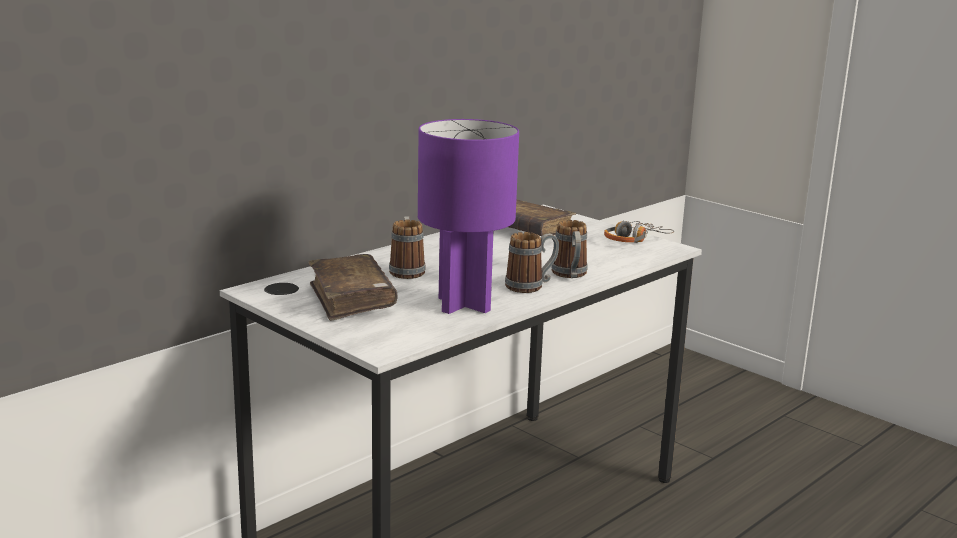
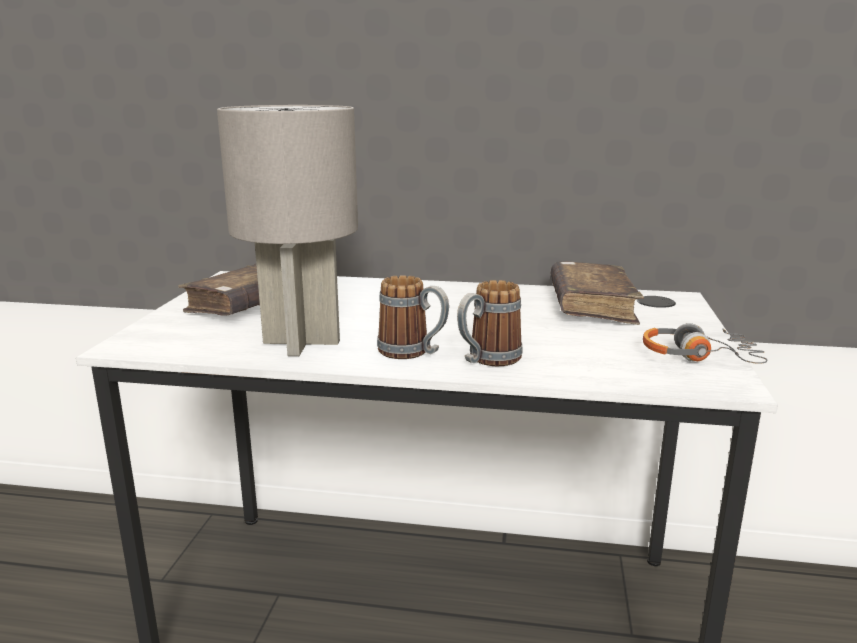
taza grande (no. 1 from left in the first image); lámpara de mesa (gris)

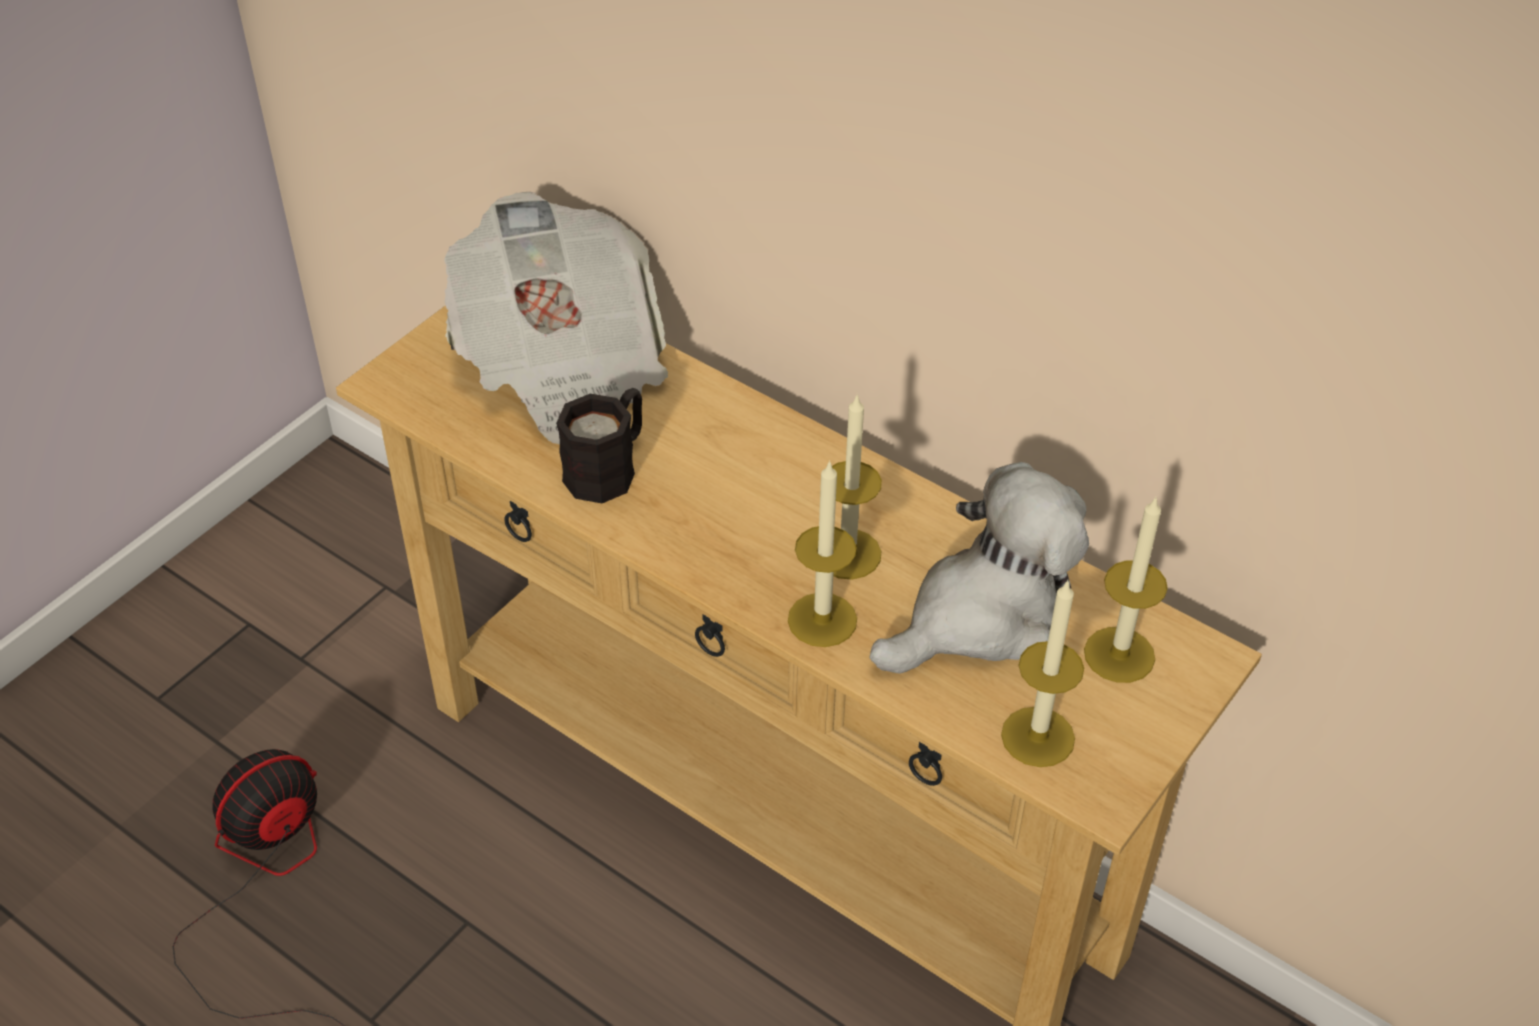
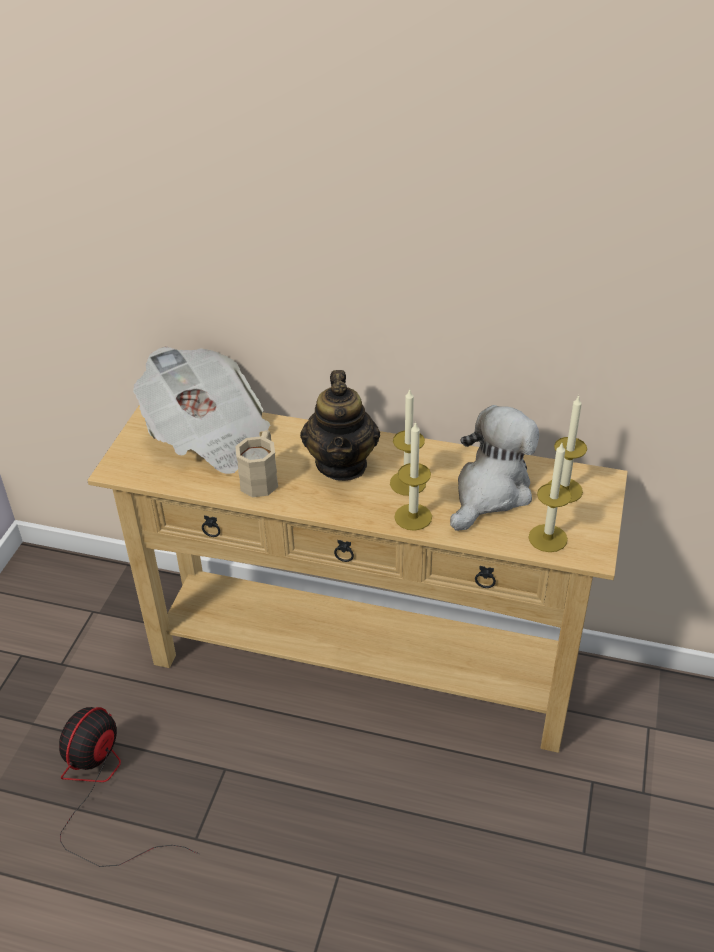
taza grande (beis); tetera

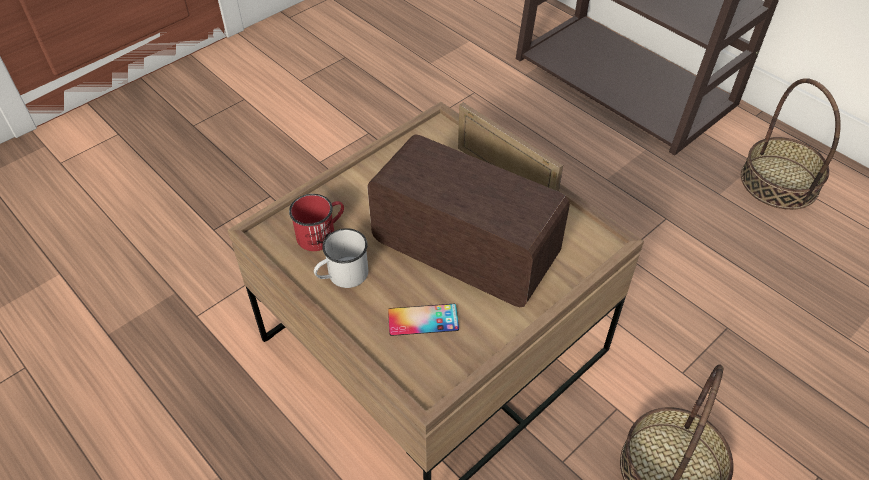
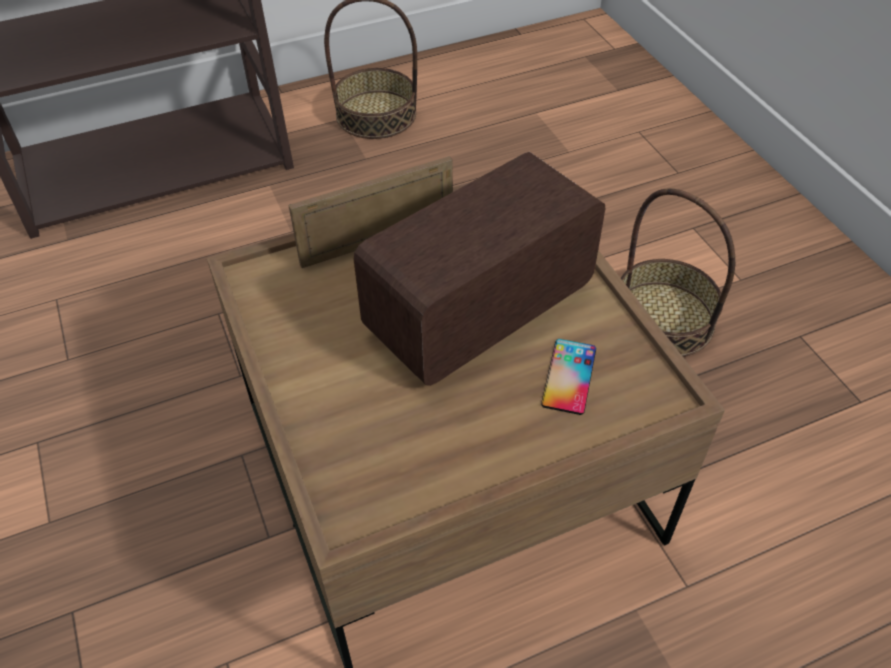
taza grande (rojo); taza grande (blanco)

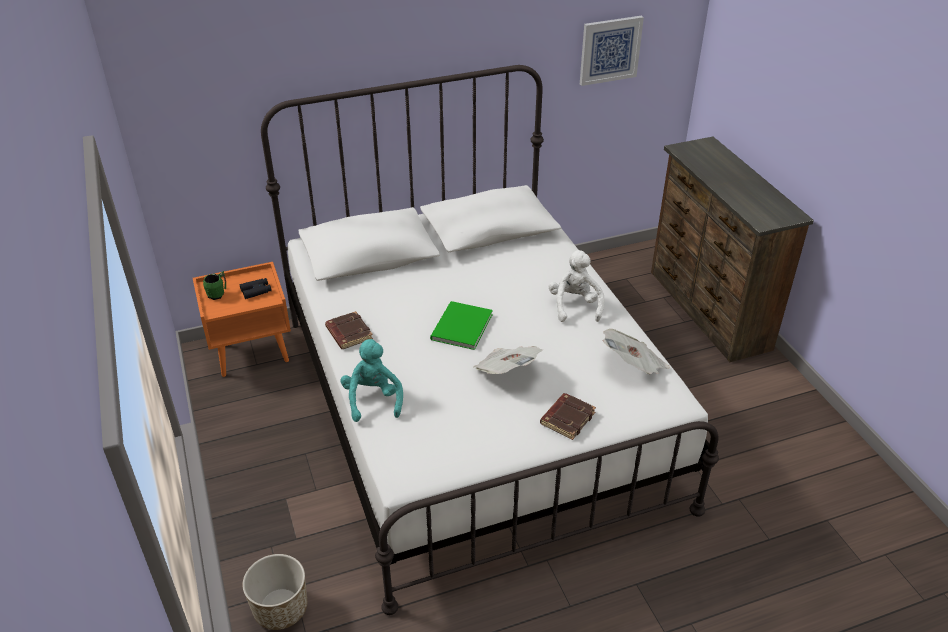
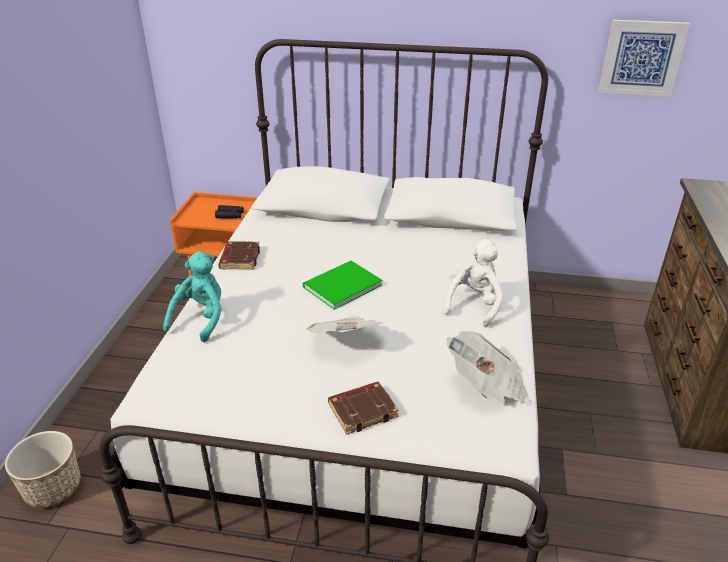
taza grande (verde)

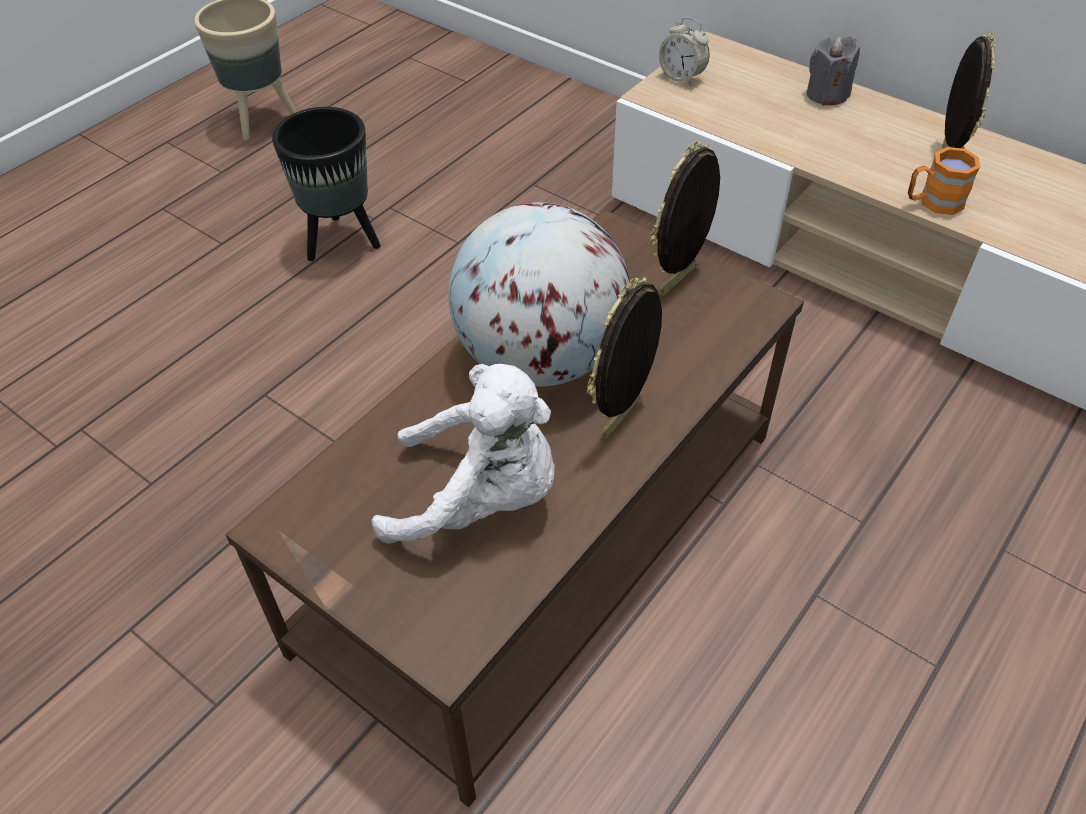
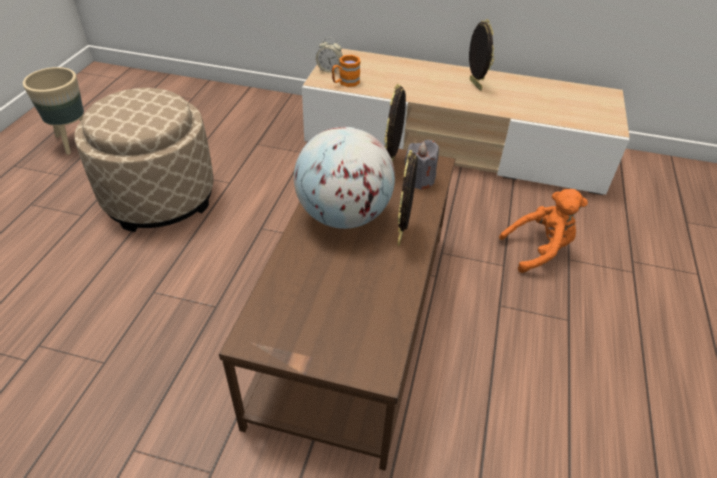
puf (beis); peluche (blanco); vela (gris); taza grande (naranja); peluche (naranja)

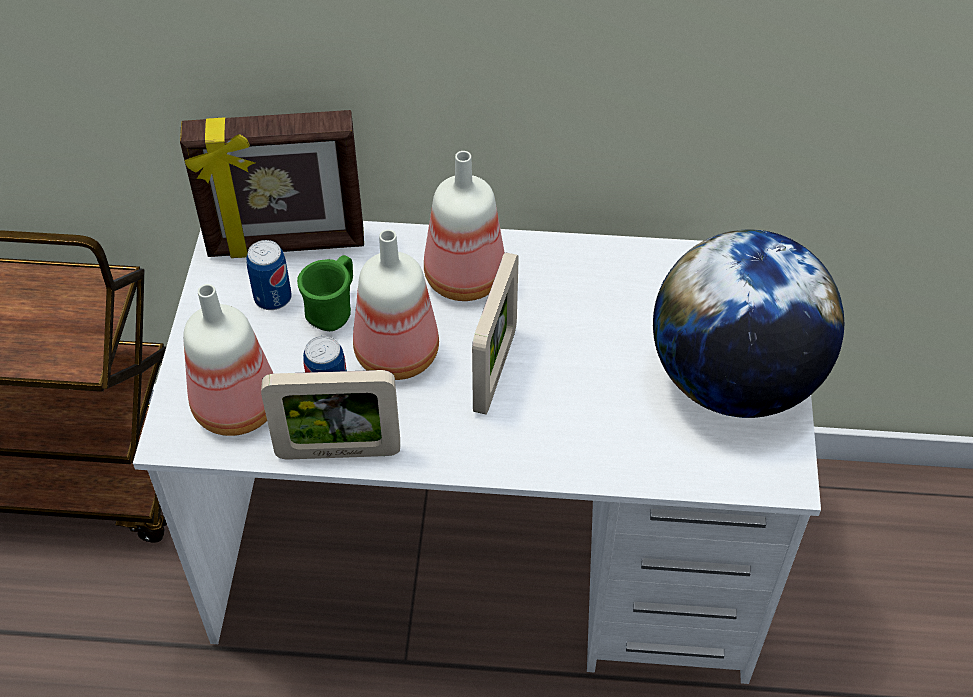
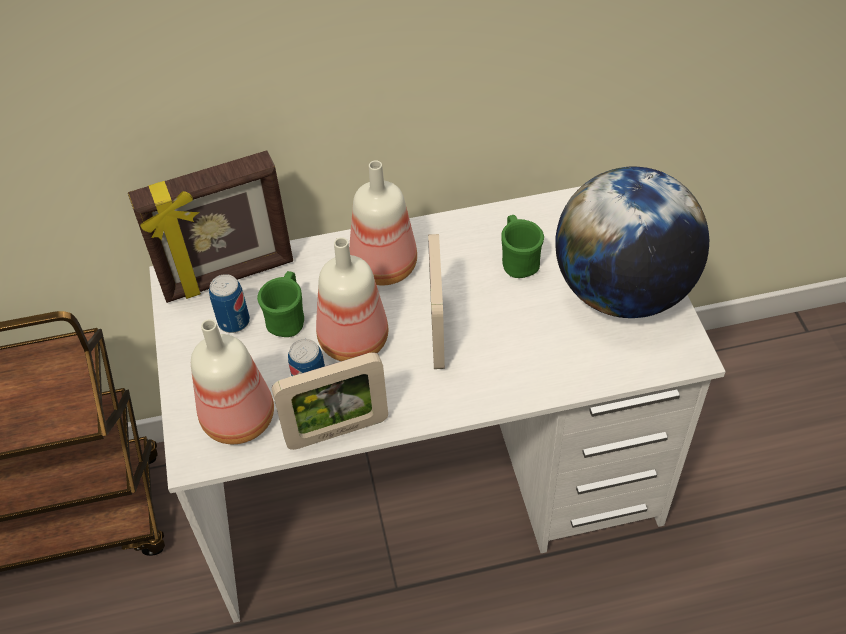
taza grande (verde) (no. 2 from left)

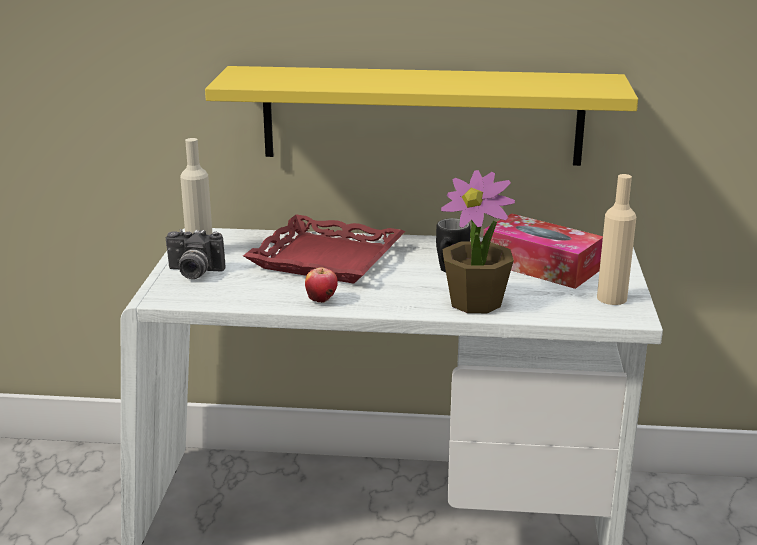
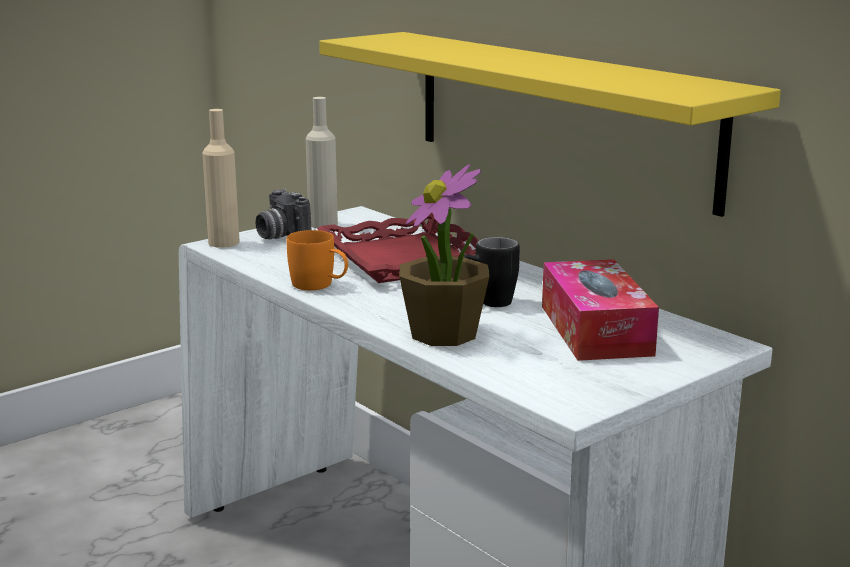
taza grande (naranja); botella (beis) (no. 1 from left)

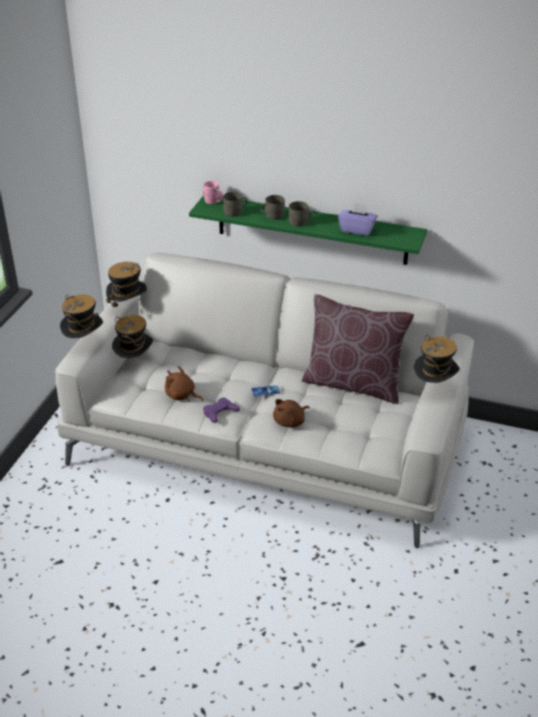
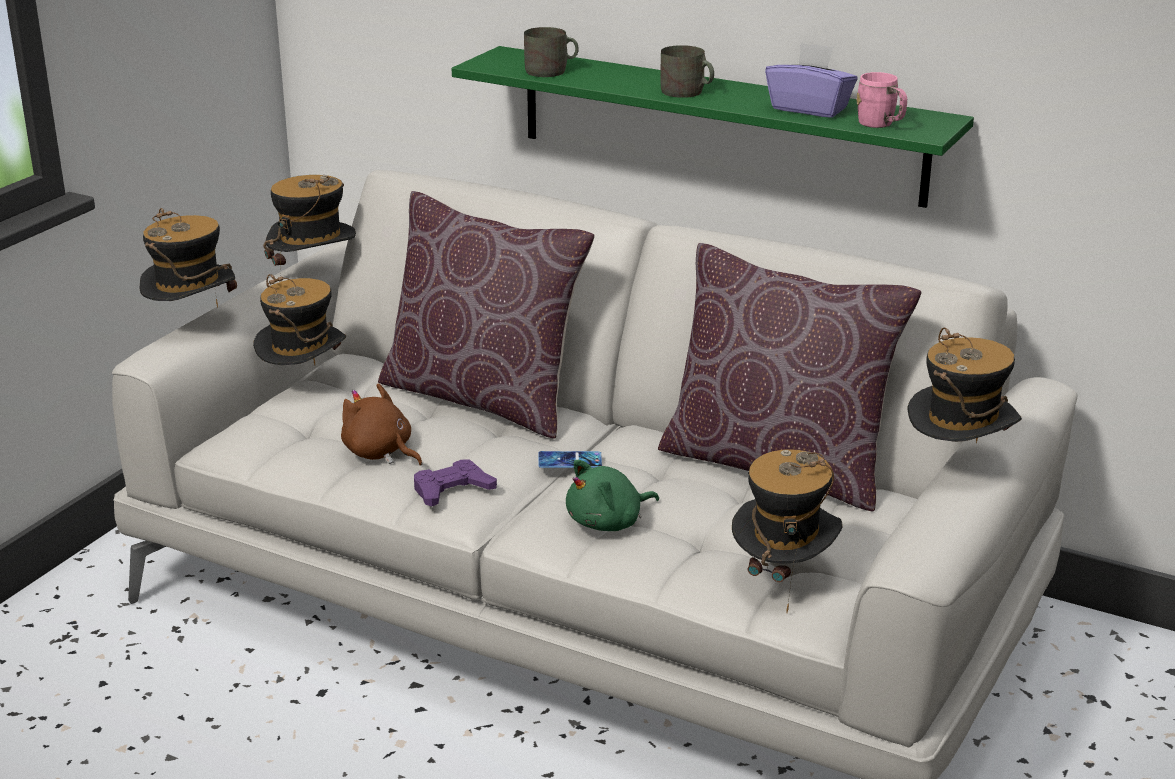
taza grande (rosa); taza grande (gris) (no. 2 from left in the first image); peluche (verde); cojín (marrón) (no. 1 from left); sombrero (no. 4 from left)

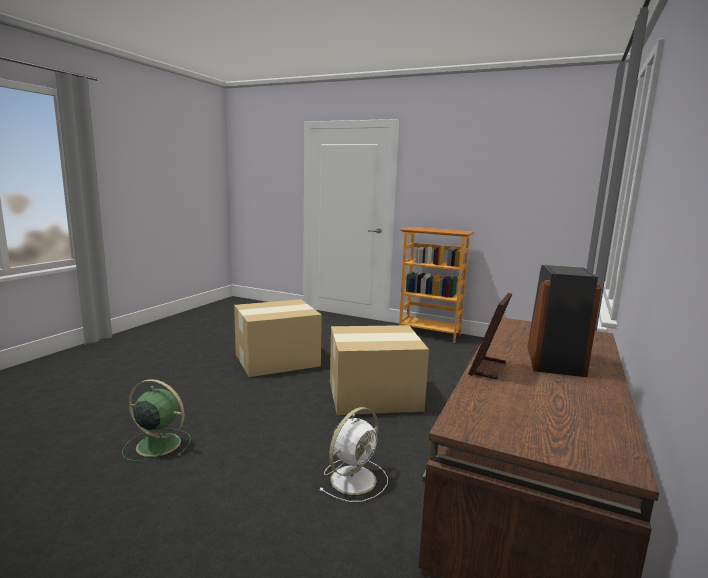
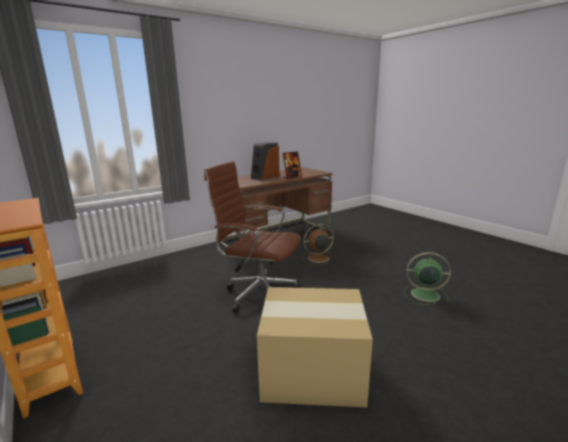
ventilador (verde); ventilador (marrón); silla de oficina (marrón)

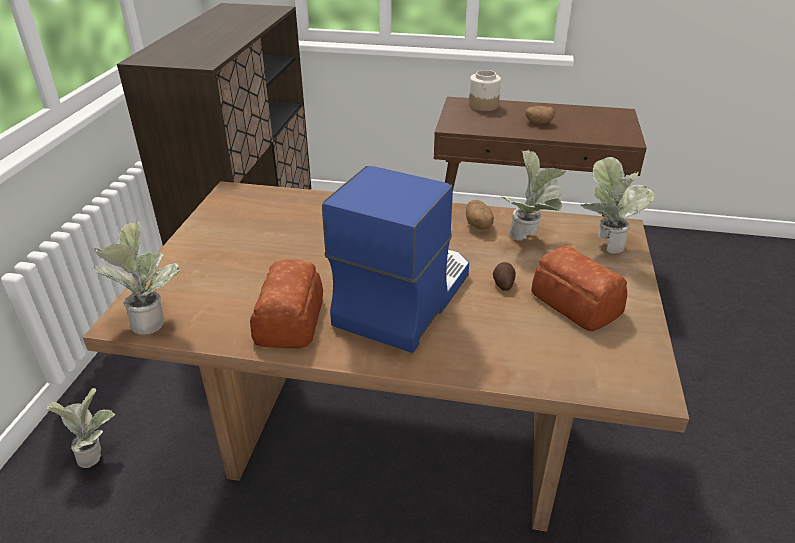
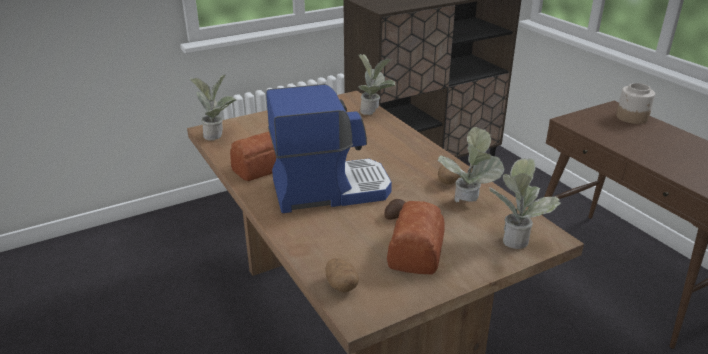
planta en maceta (no. 2 from left); patata (no. 1 from left)

